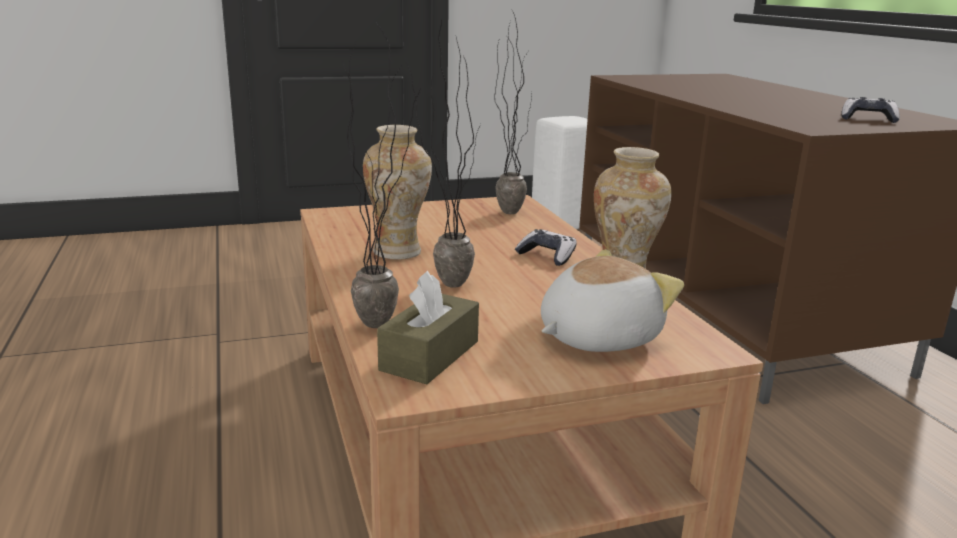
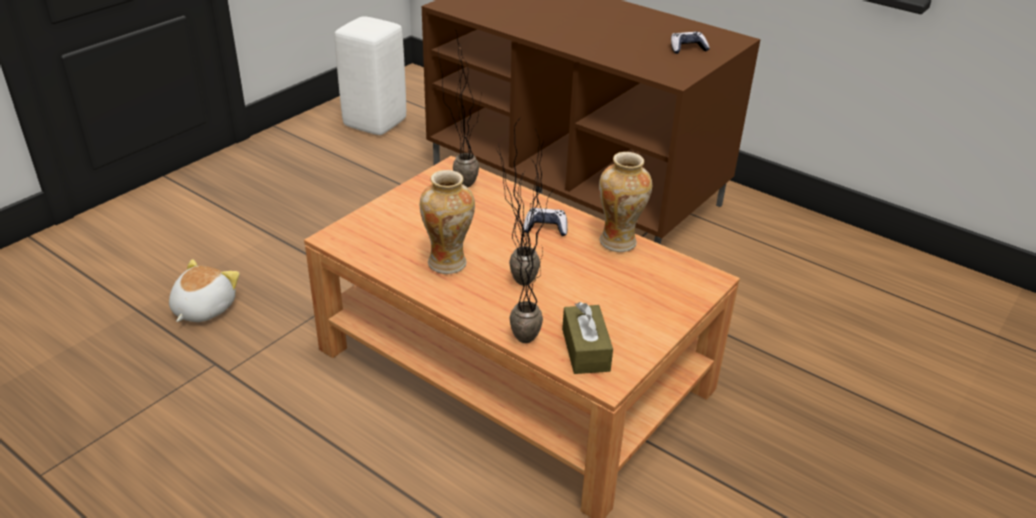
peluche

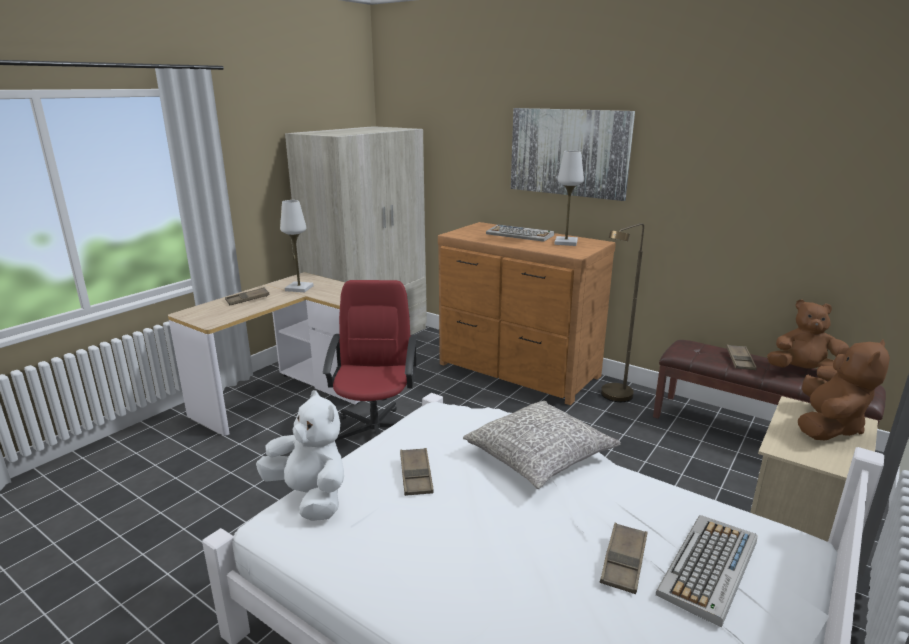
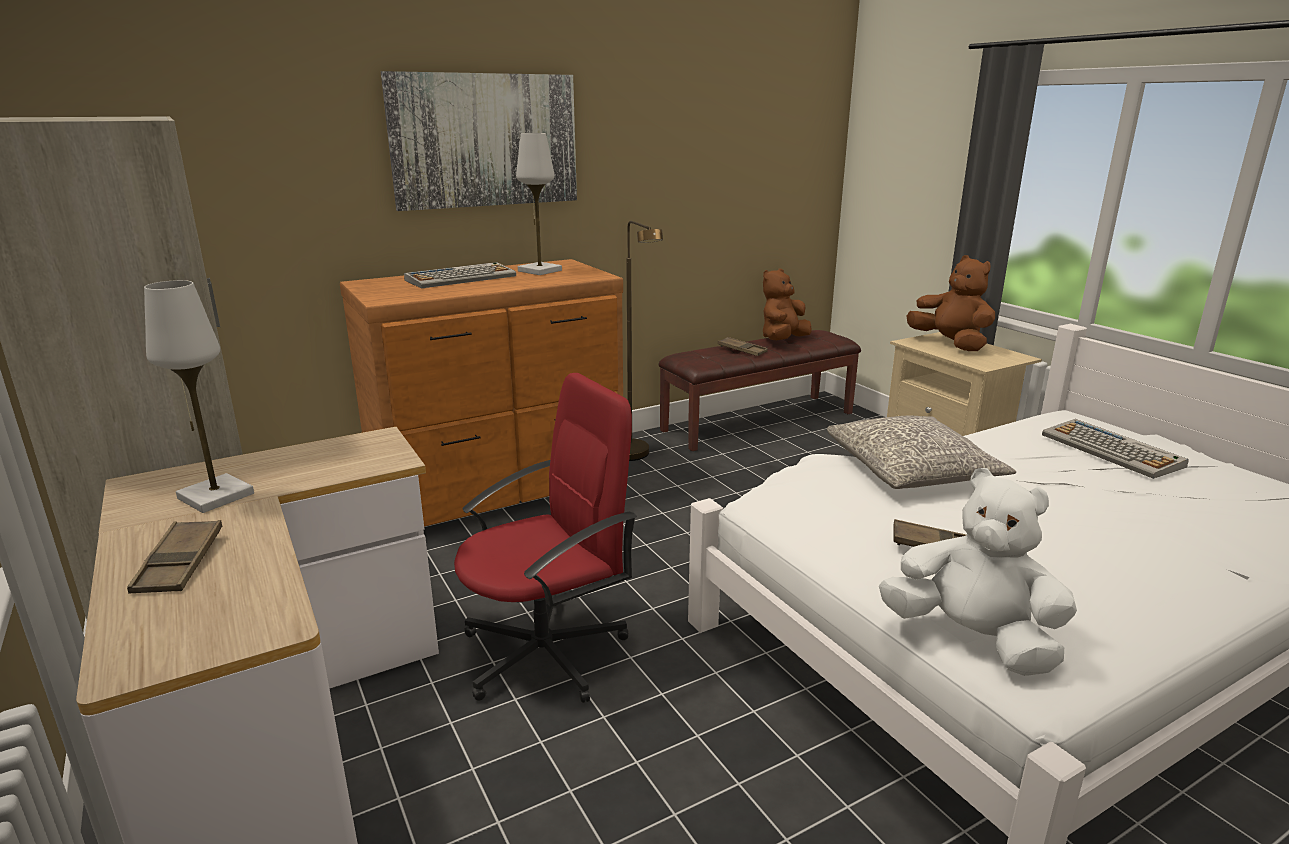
peluche (blanco); silla de oficina (rojo); bandeja (marrón) (no. 3 from left in the first image)

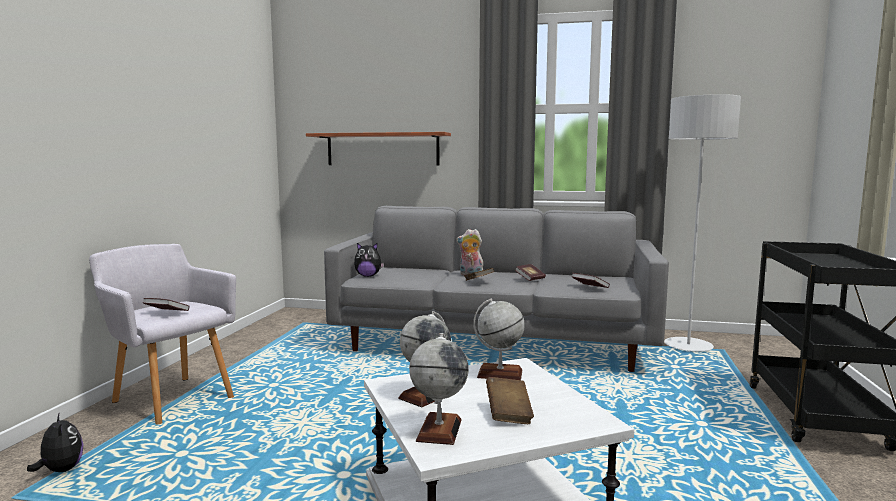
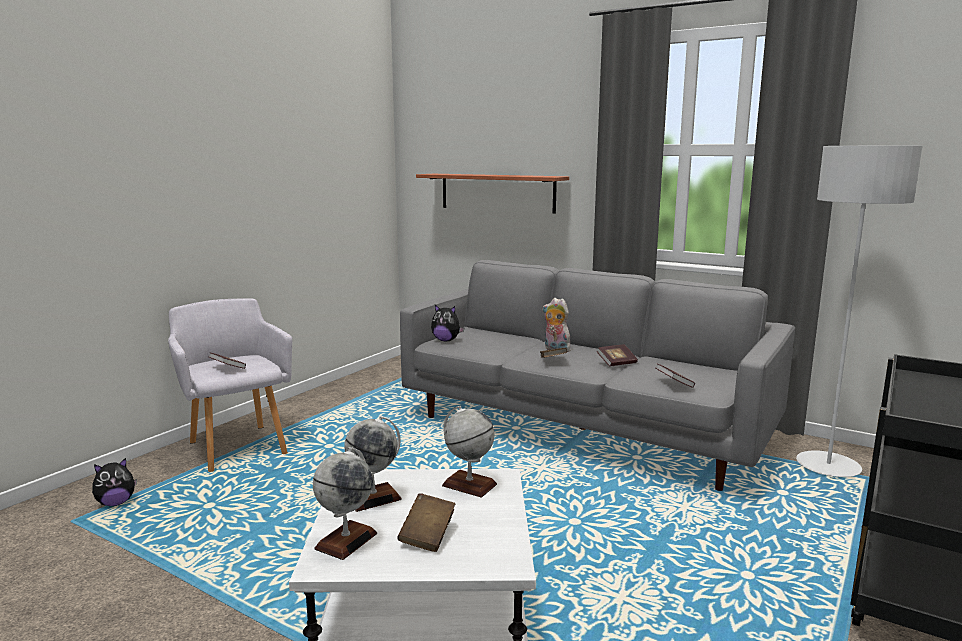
peluche (no. 1 from left)

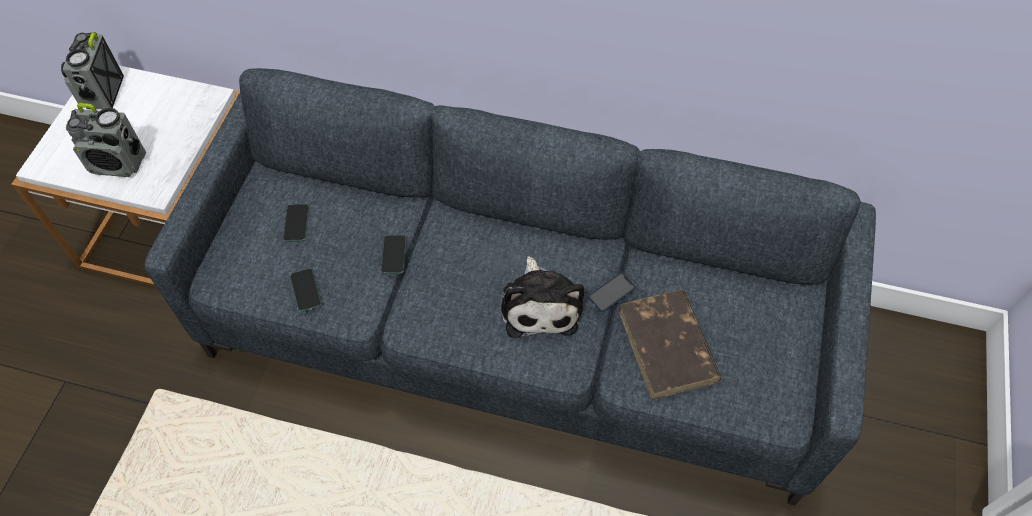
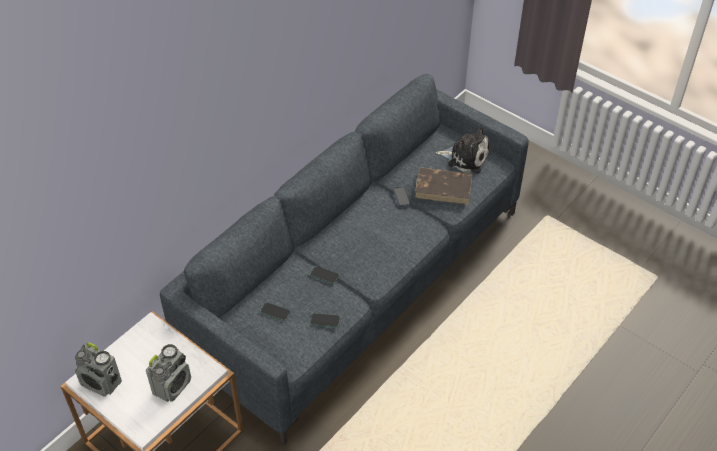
peluche

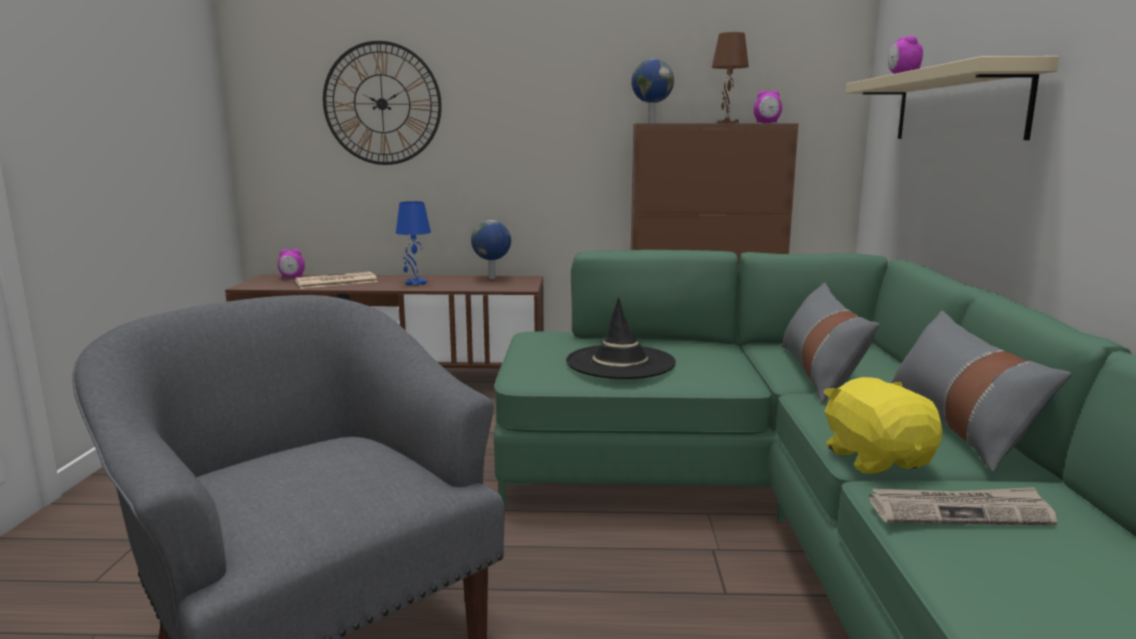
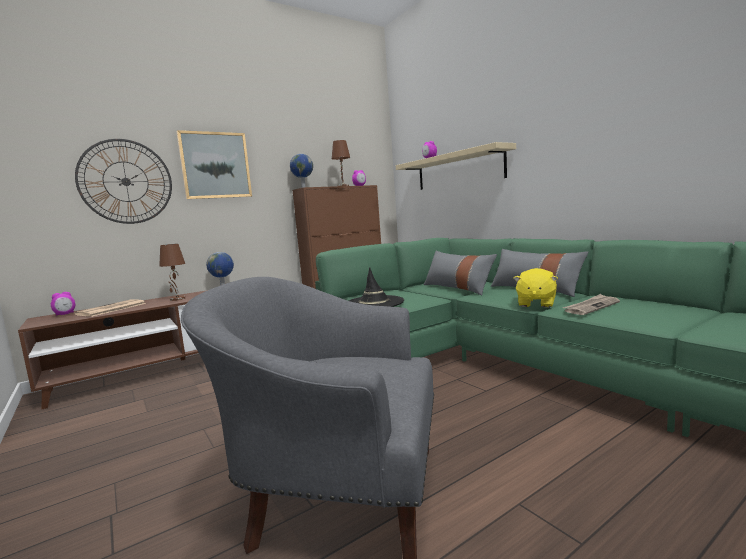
lámpara de mesa (marrón) (no. 1 from left); peluche (amarillo); cuadro

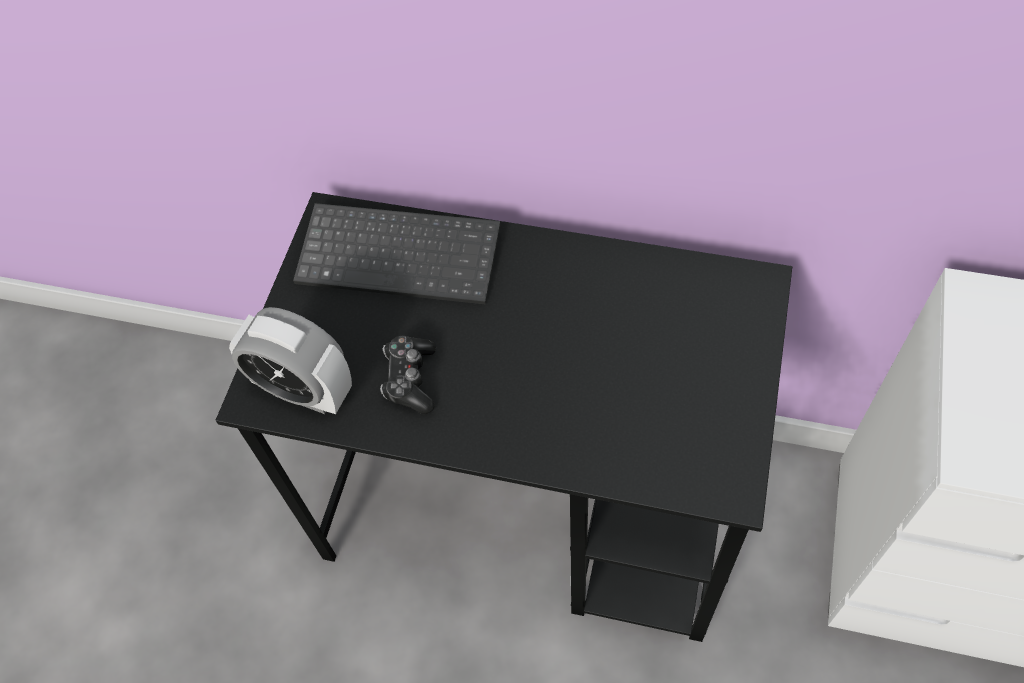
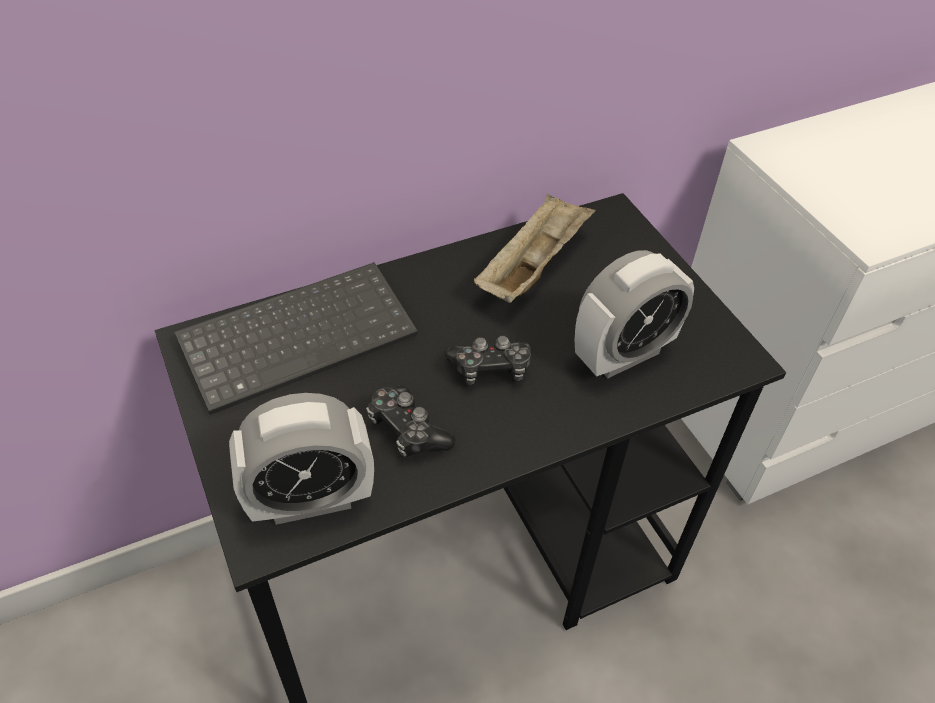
mando de consola (no. 2 from left); bandeja (beis); despertador (no. 2 from left)

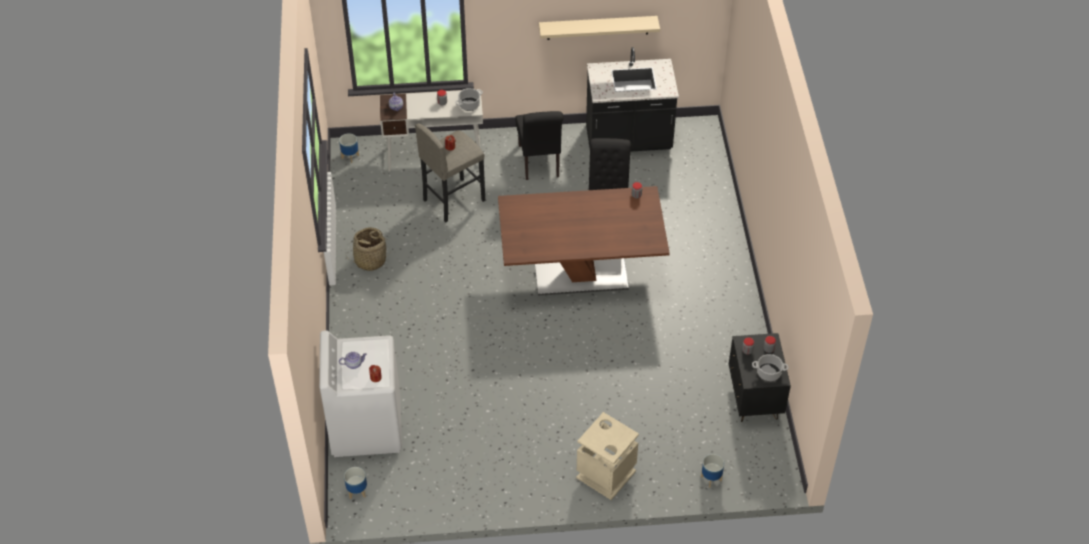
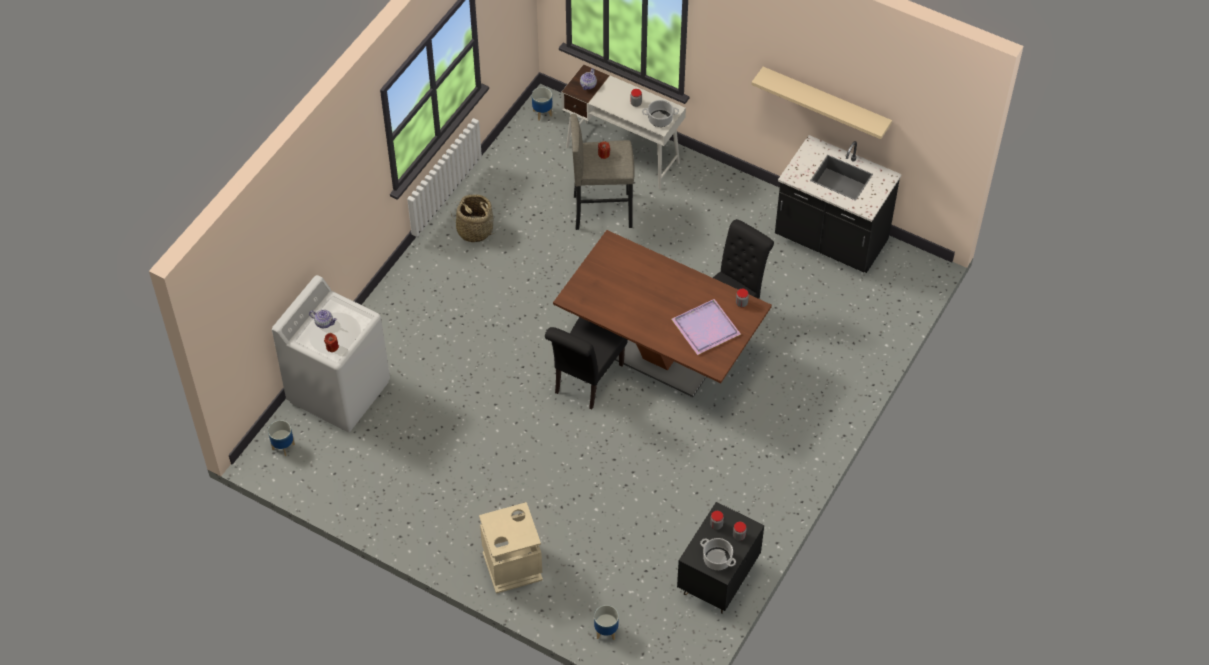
silla (negro) (no. 1 from left); bandeja (morado)

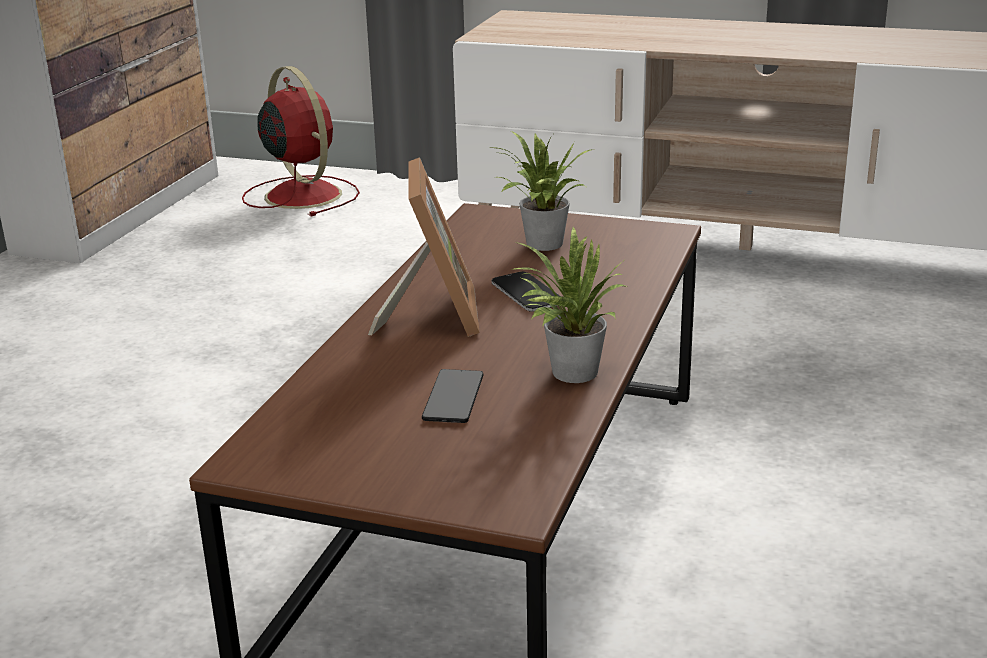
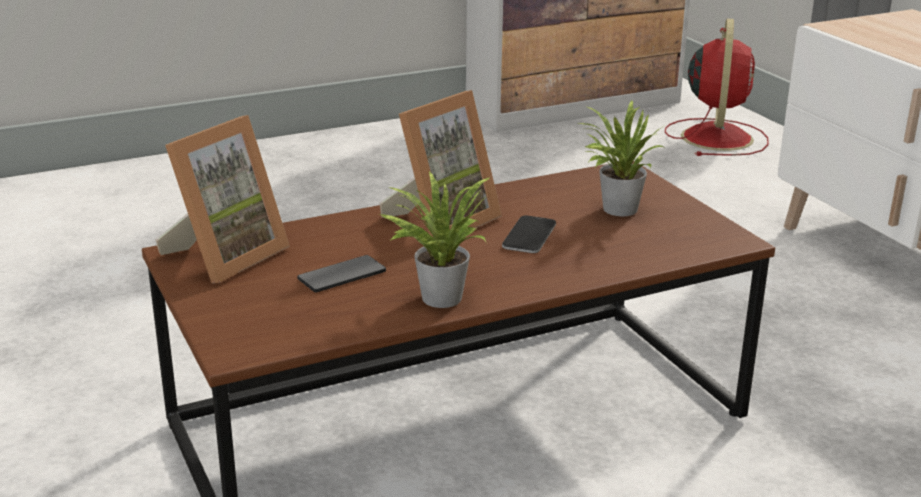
portarretratos (no. 1 from left)

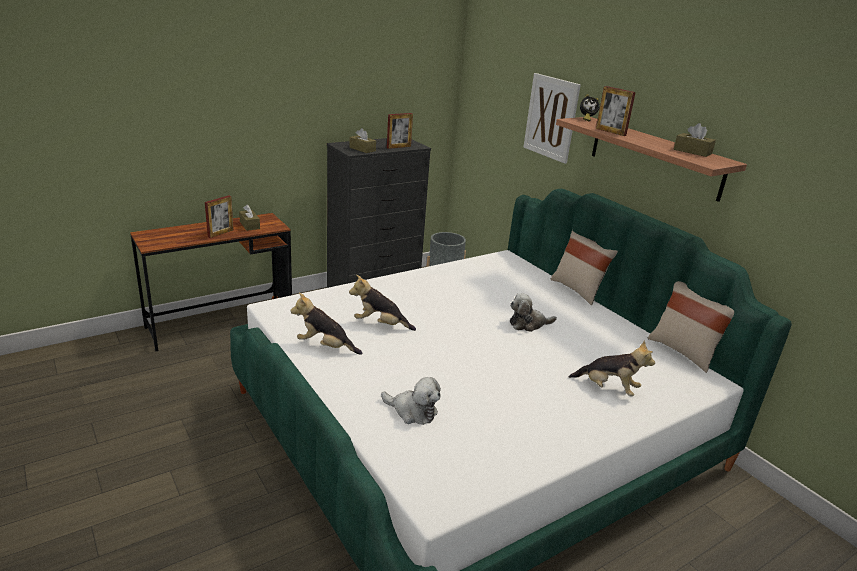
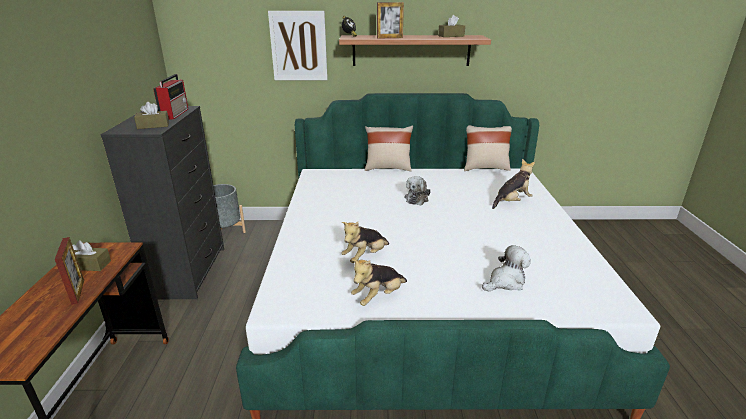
radio

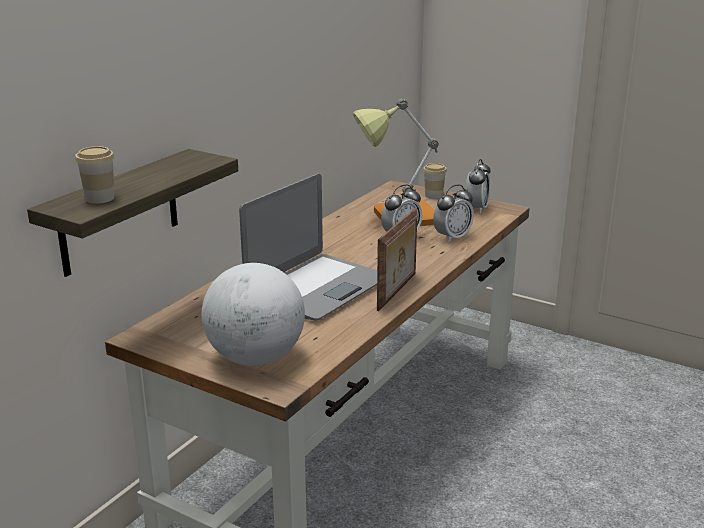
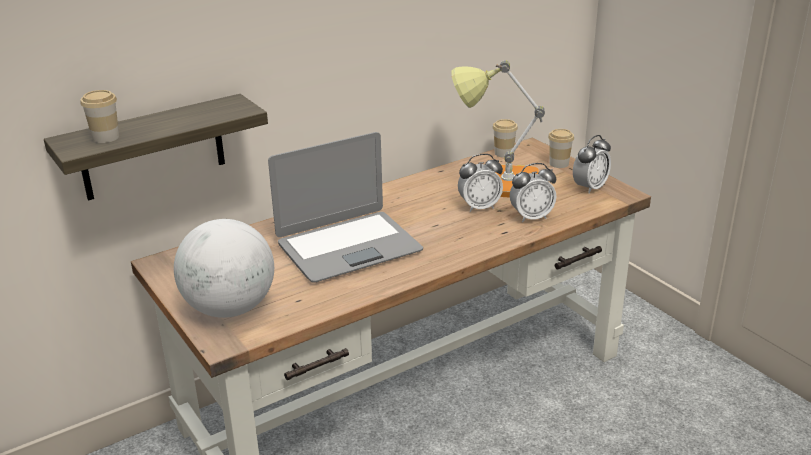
portarretratos; taza (no. 2 from left)

